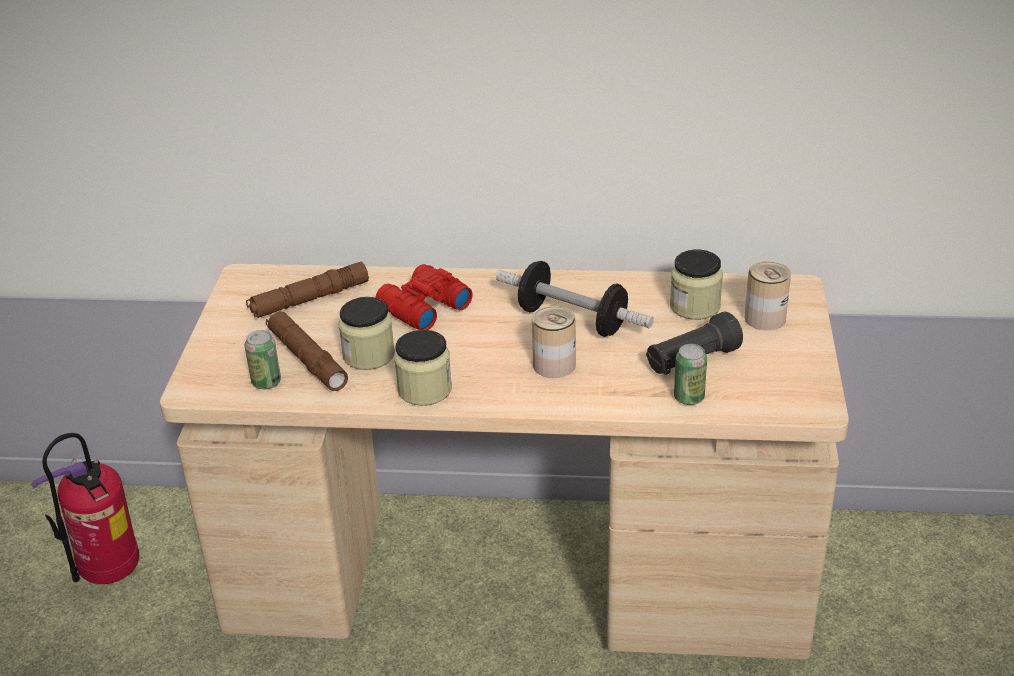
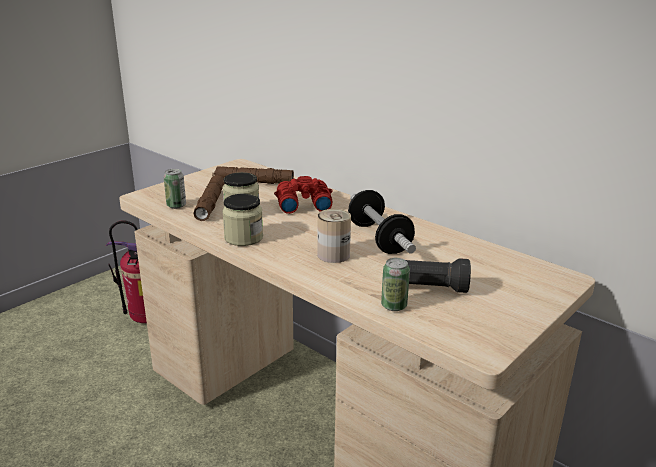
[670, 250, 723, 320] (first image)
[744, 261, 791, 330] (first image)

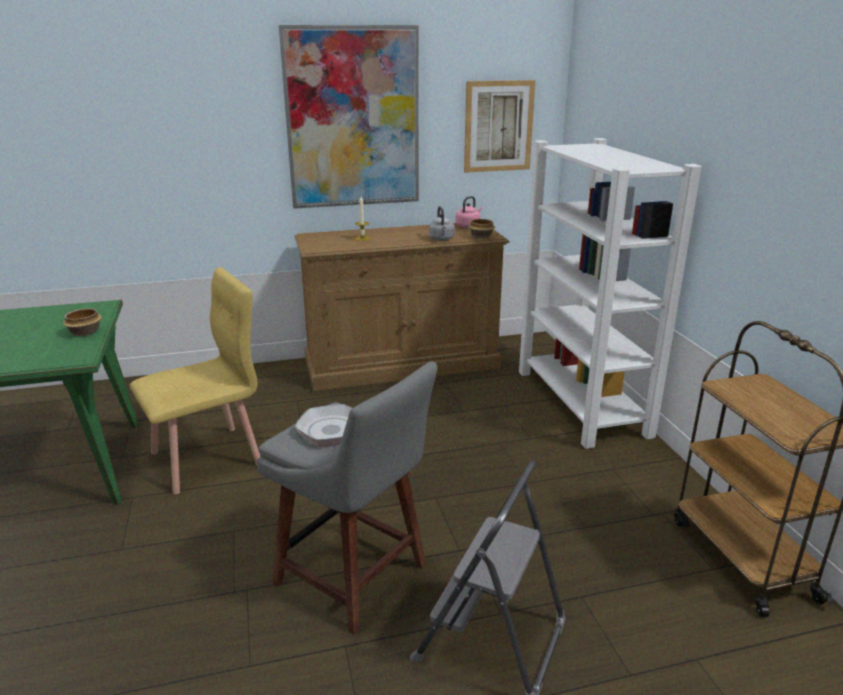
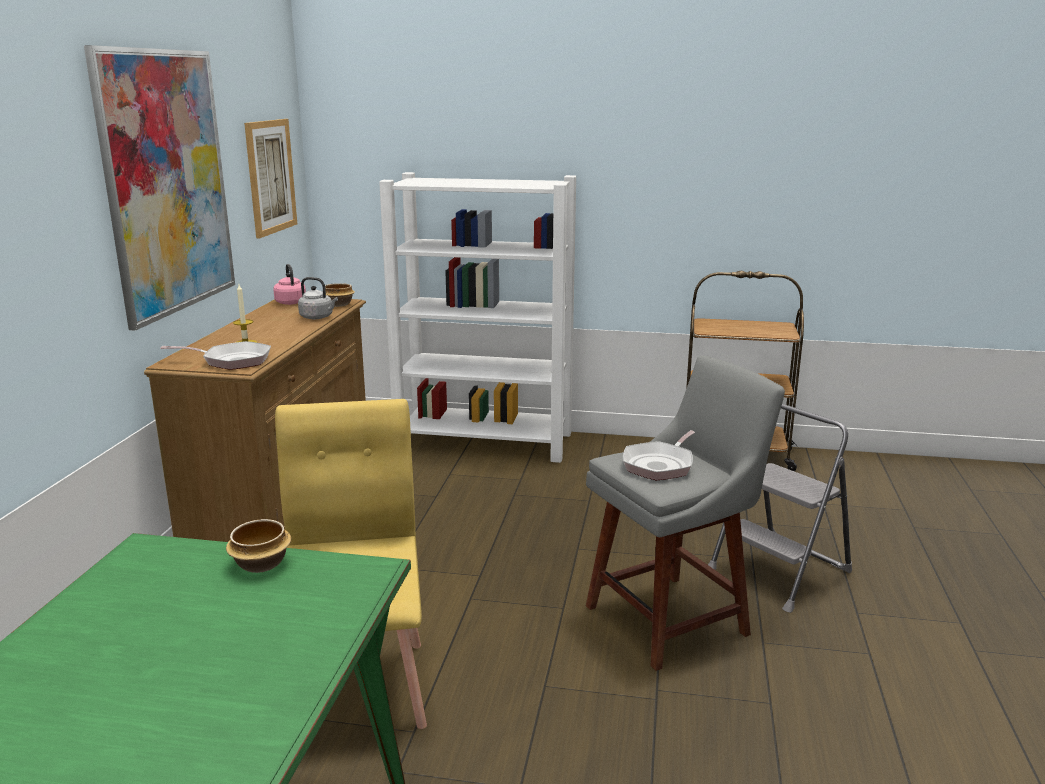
[160, 341, 271, 370]

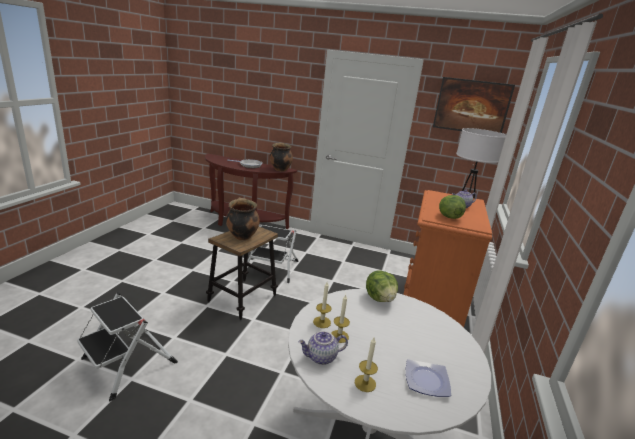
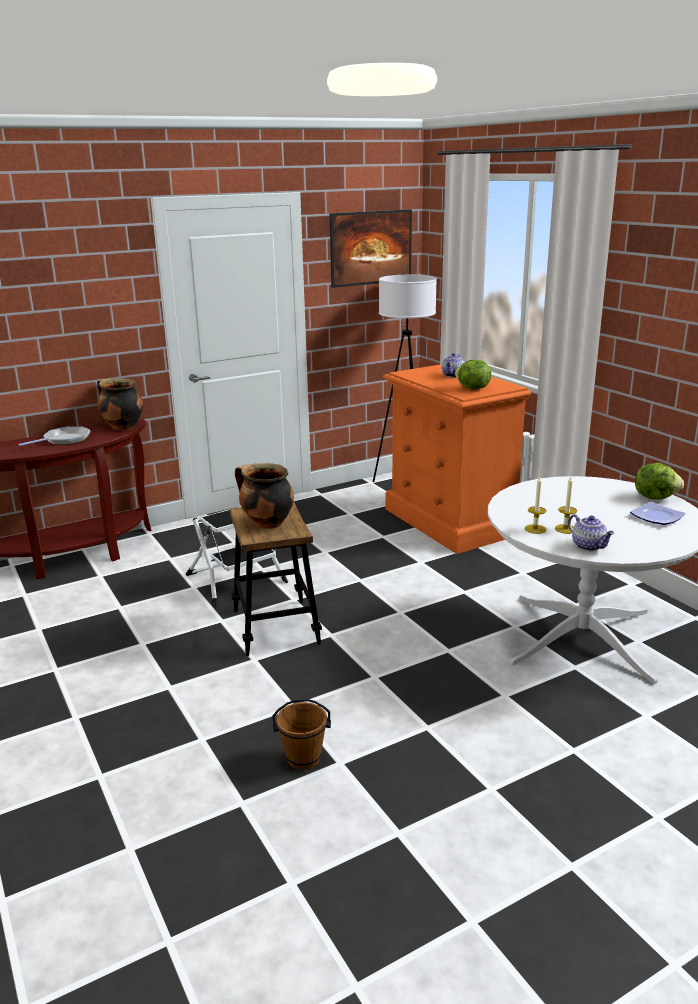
[272, 699, 331, 770]
[568, 514, 614, 551]
[355, 338, 378, 392] (first image)
[635, 463, 684, 500]

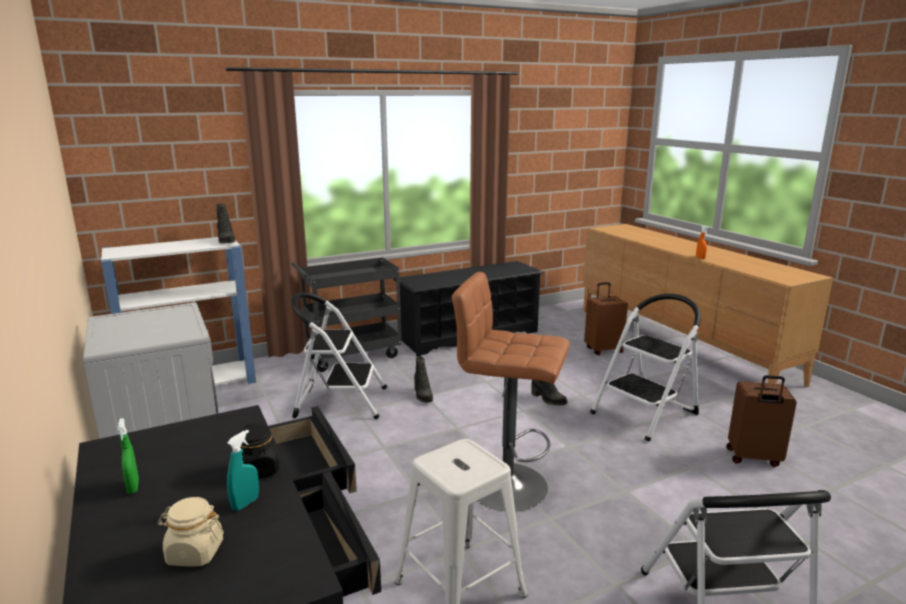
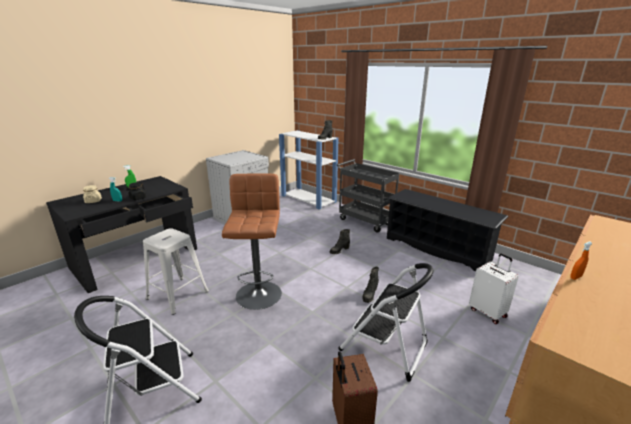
[291, 292, 387, 419] (first image)
[469, 254, 518, 324]

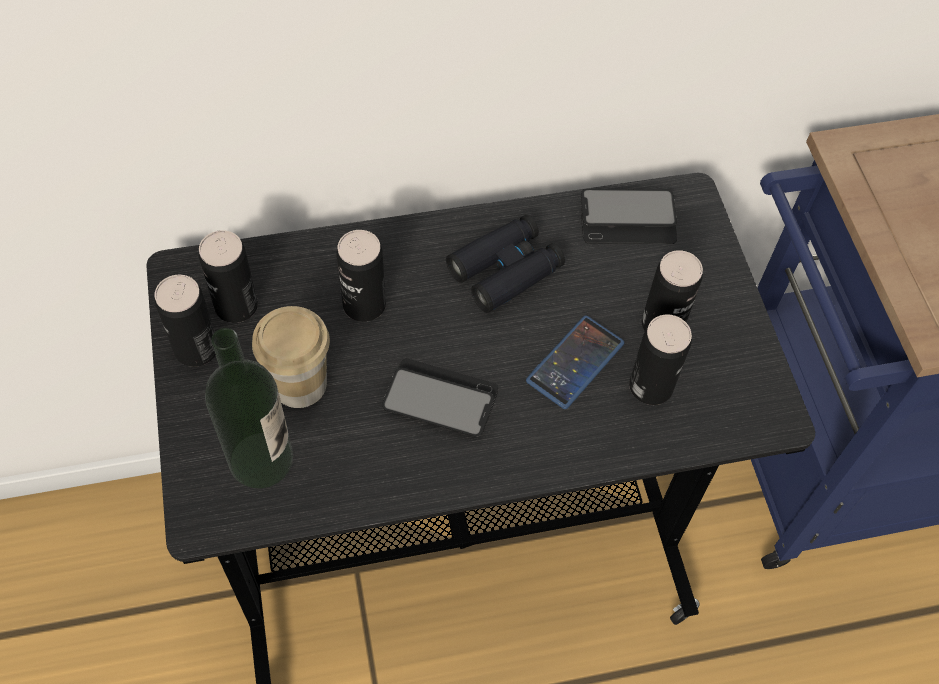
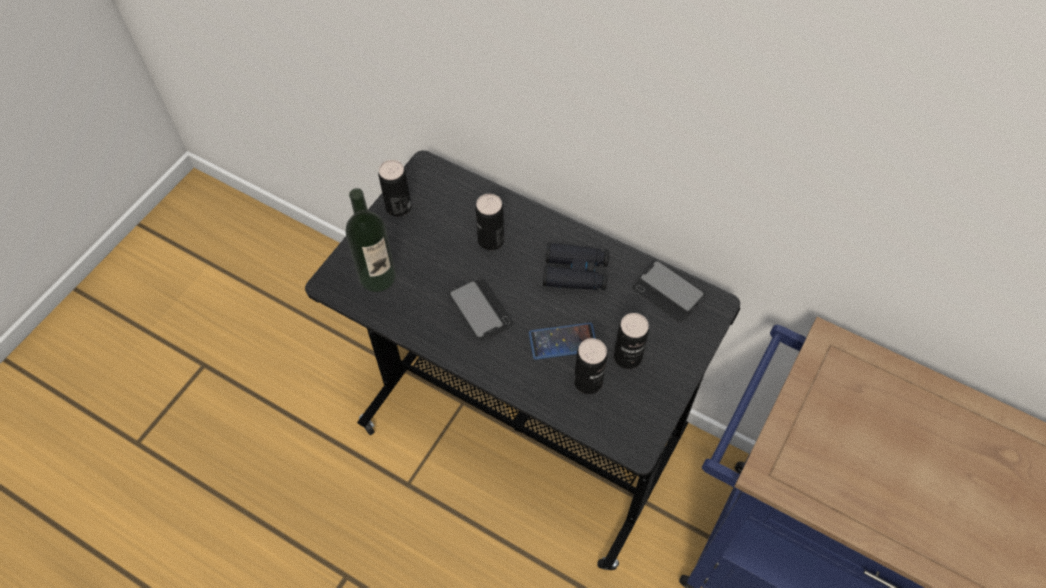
[199, 230, 258, 323] (first image)
[252, 306, 330, 408] (first image)

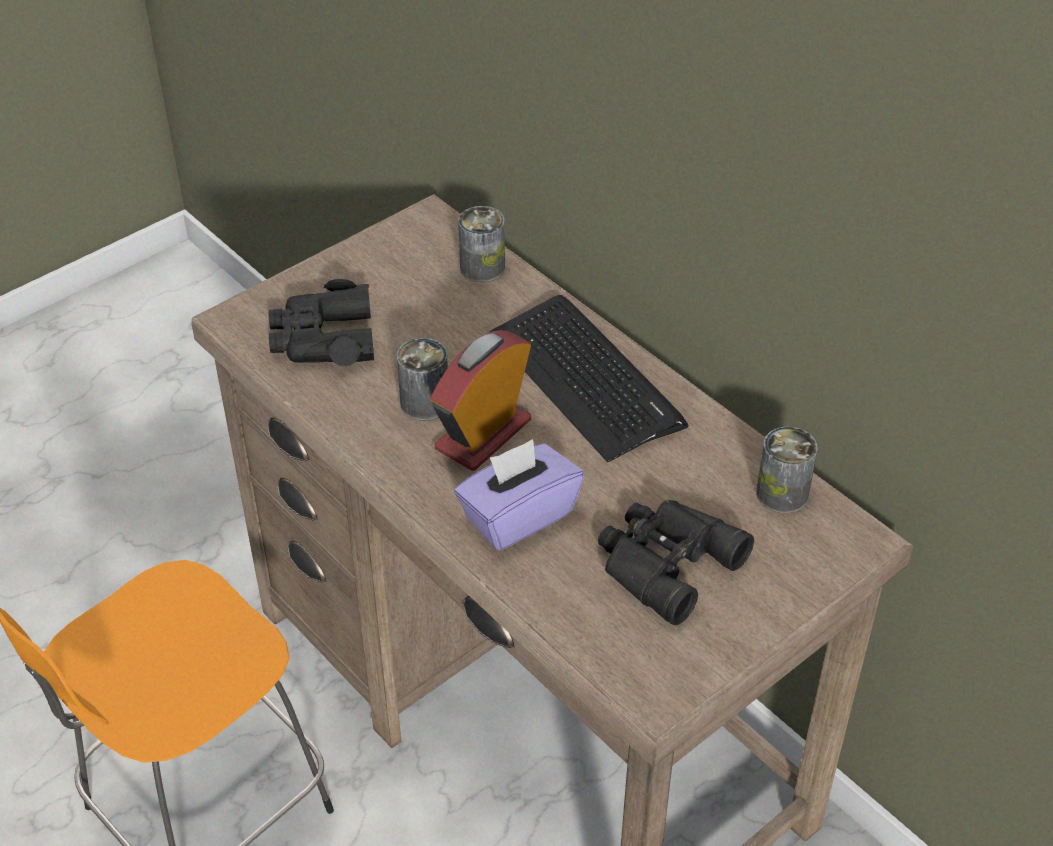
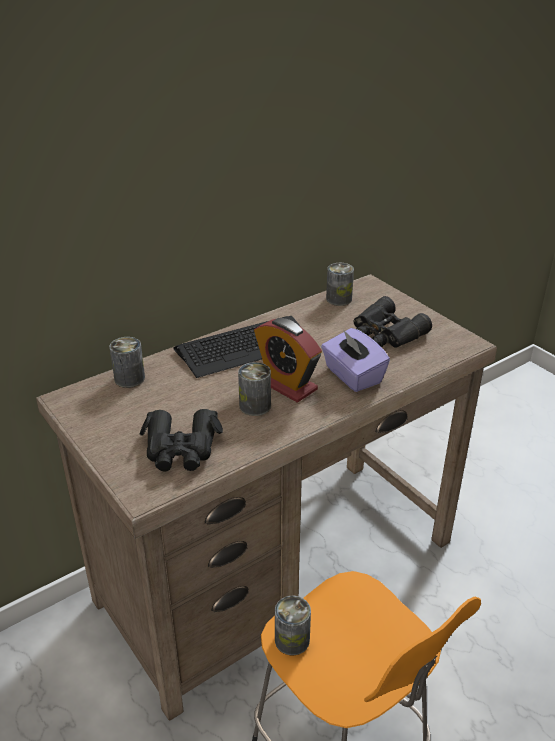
[275, 596, 311, 655]

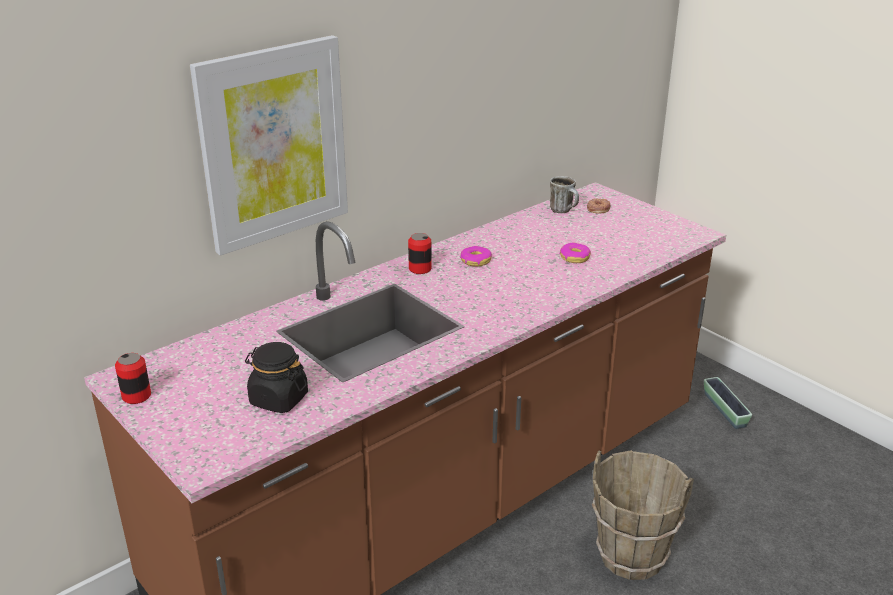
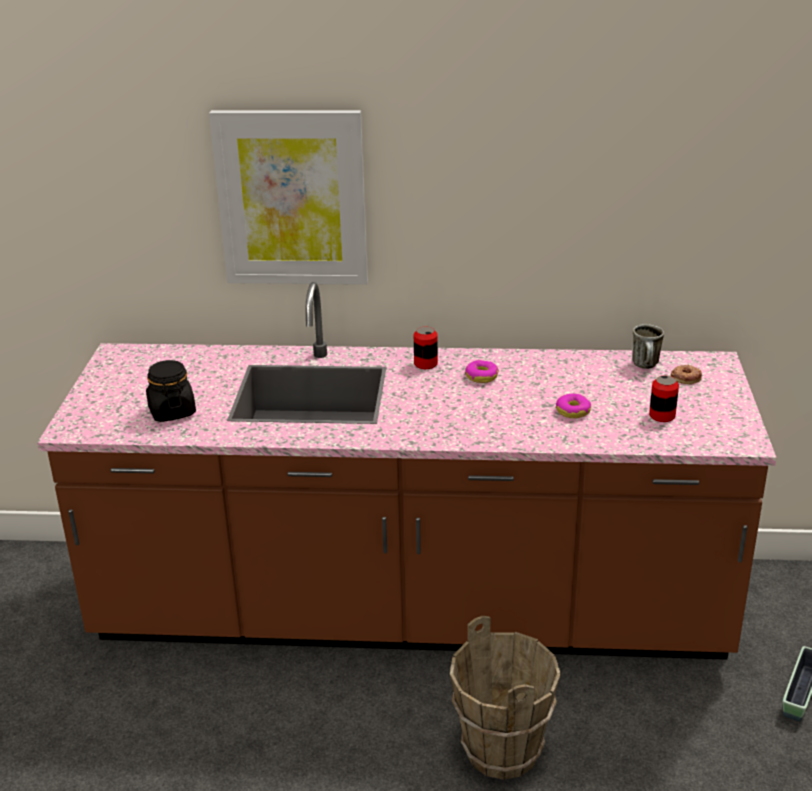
[649, 375, 679, 422]

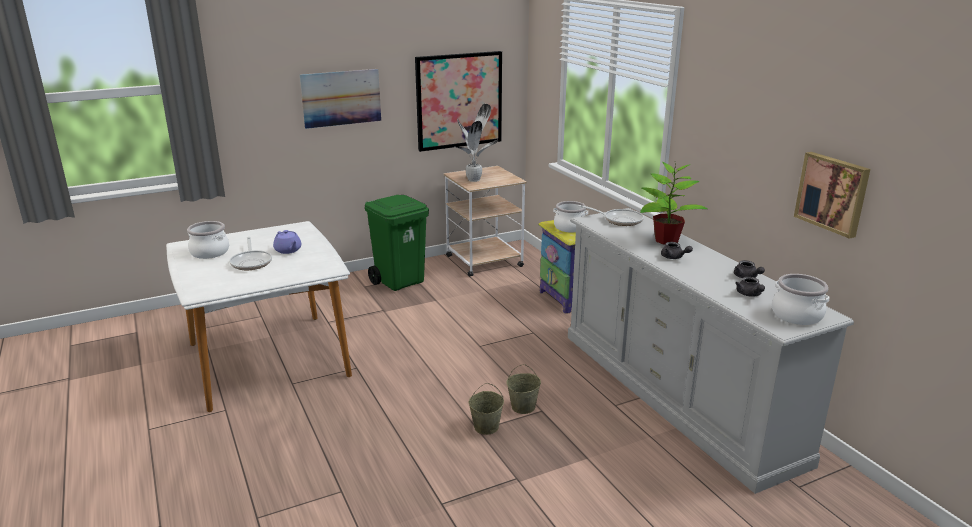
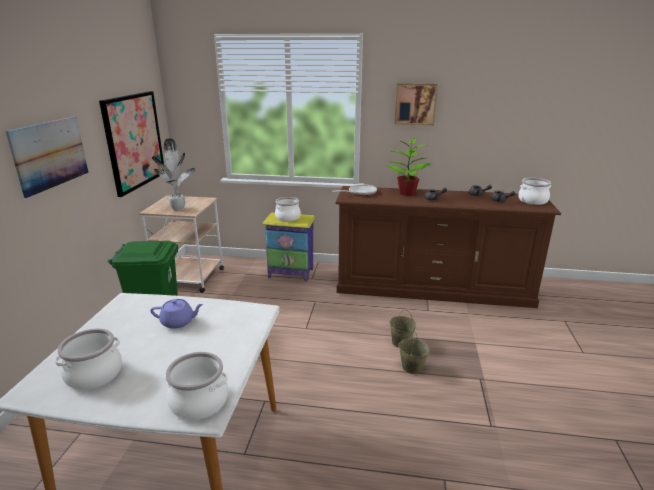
[229, 237, 272, 270] (first image)
[335, 186, 561, 308]
[395, 83, 438, 125]
[164, 352, 228, 420]

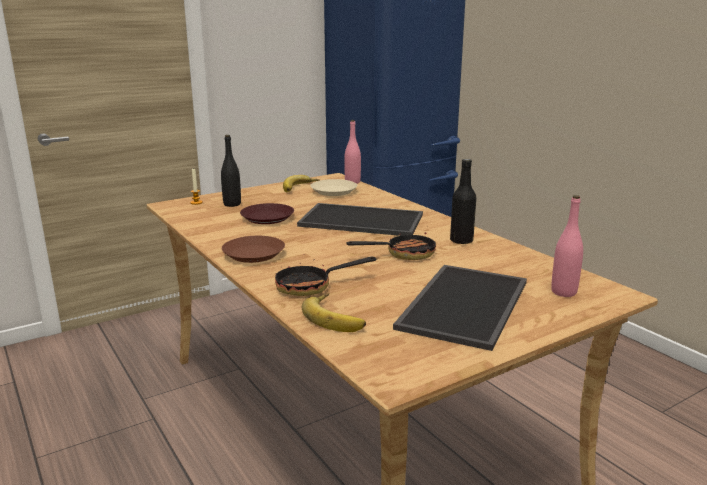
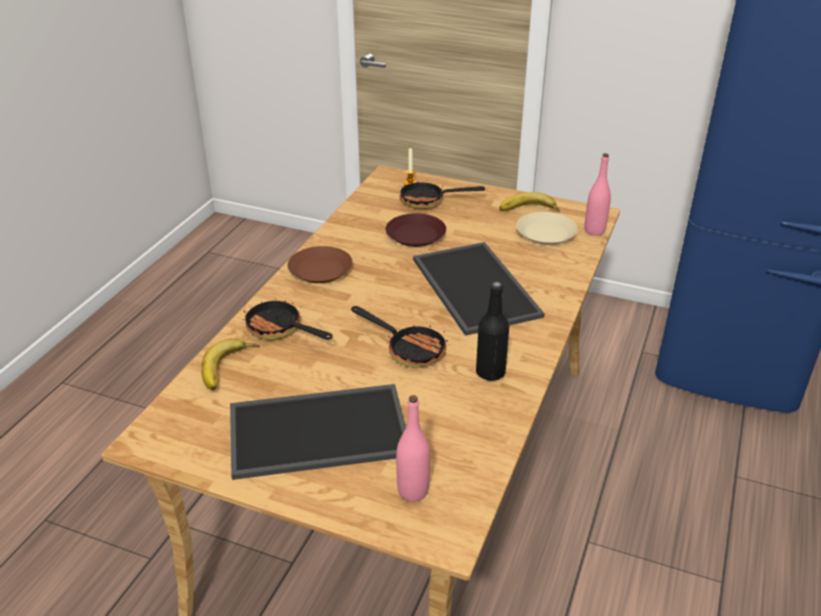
[400, 180, 485, 209]

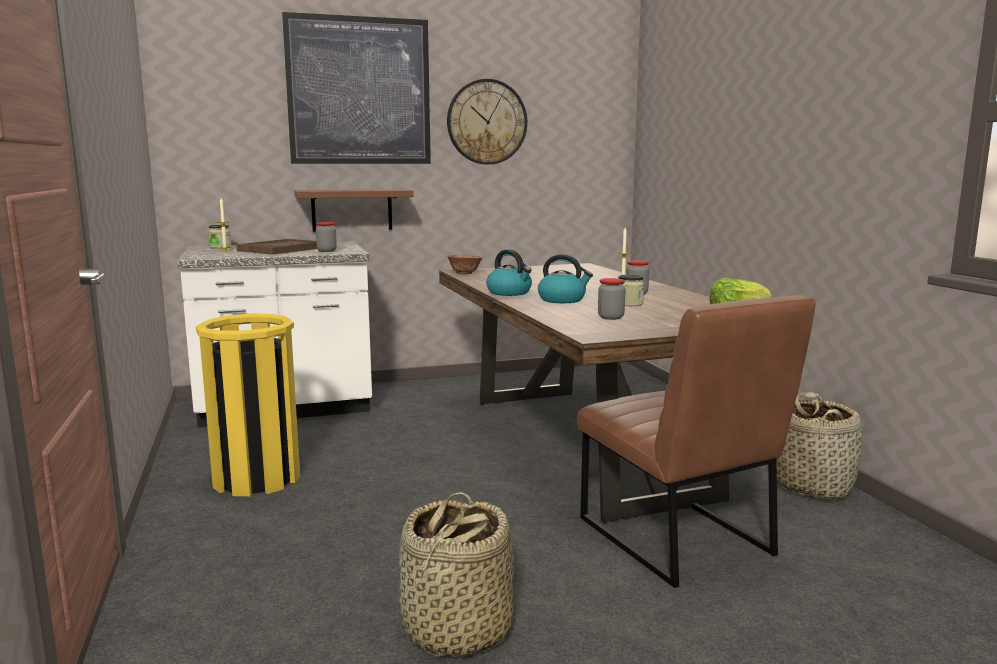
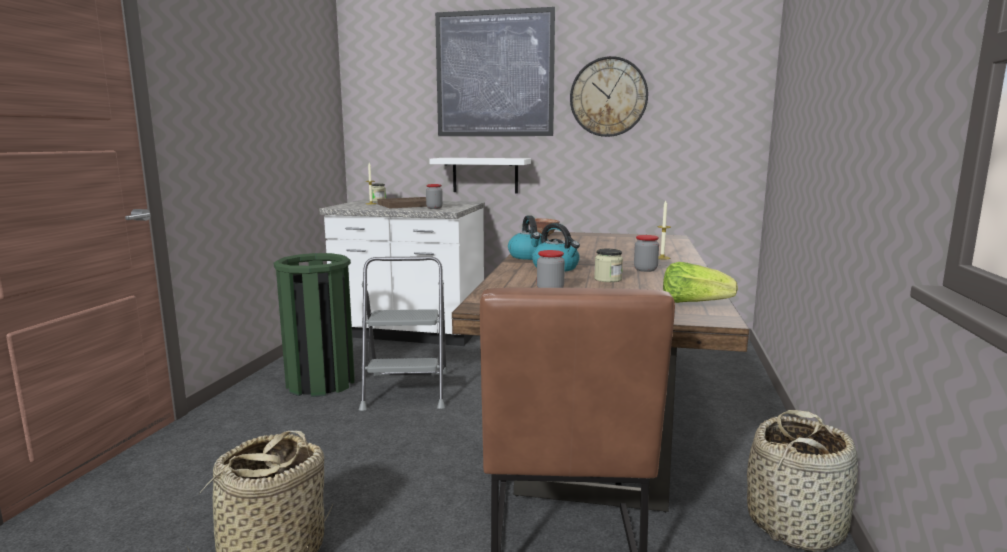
[274, 253, 355, 397]
[429, 158, 531, 193]
[359, 256, 447, 411]

